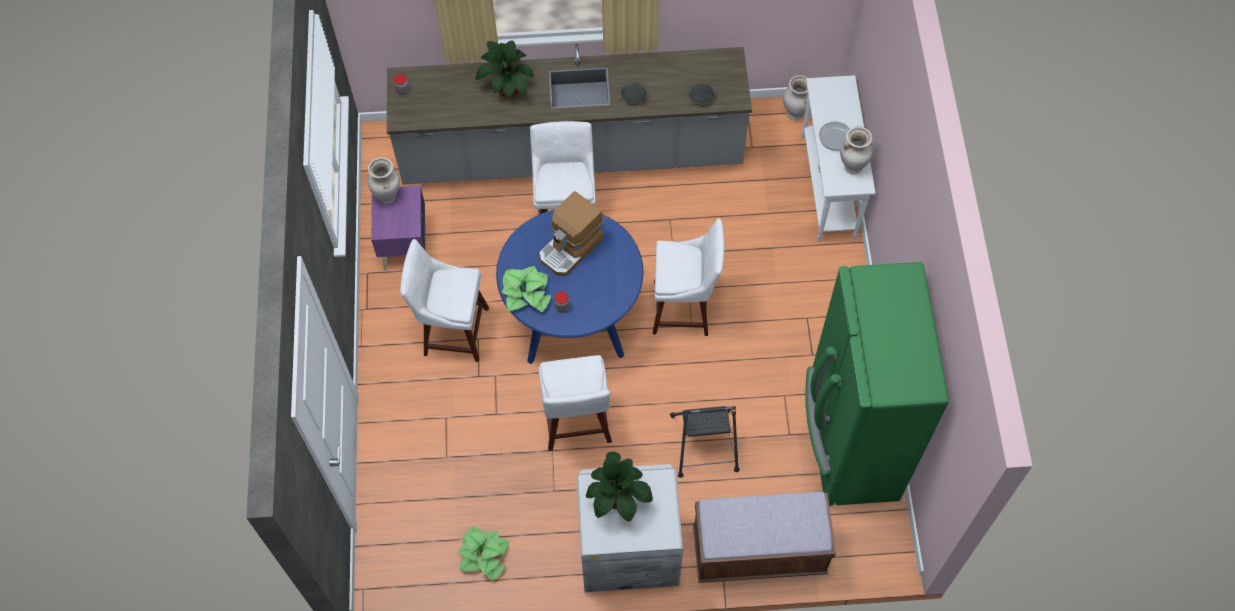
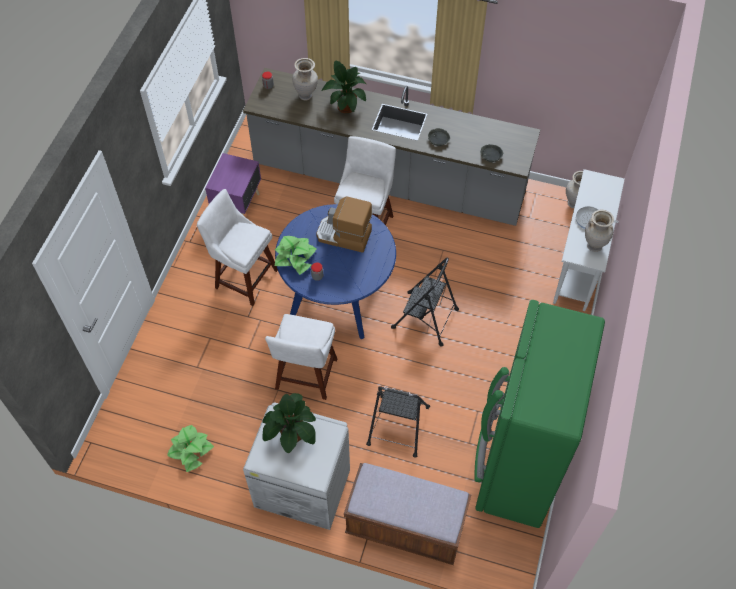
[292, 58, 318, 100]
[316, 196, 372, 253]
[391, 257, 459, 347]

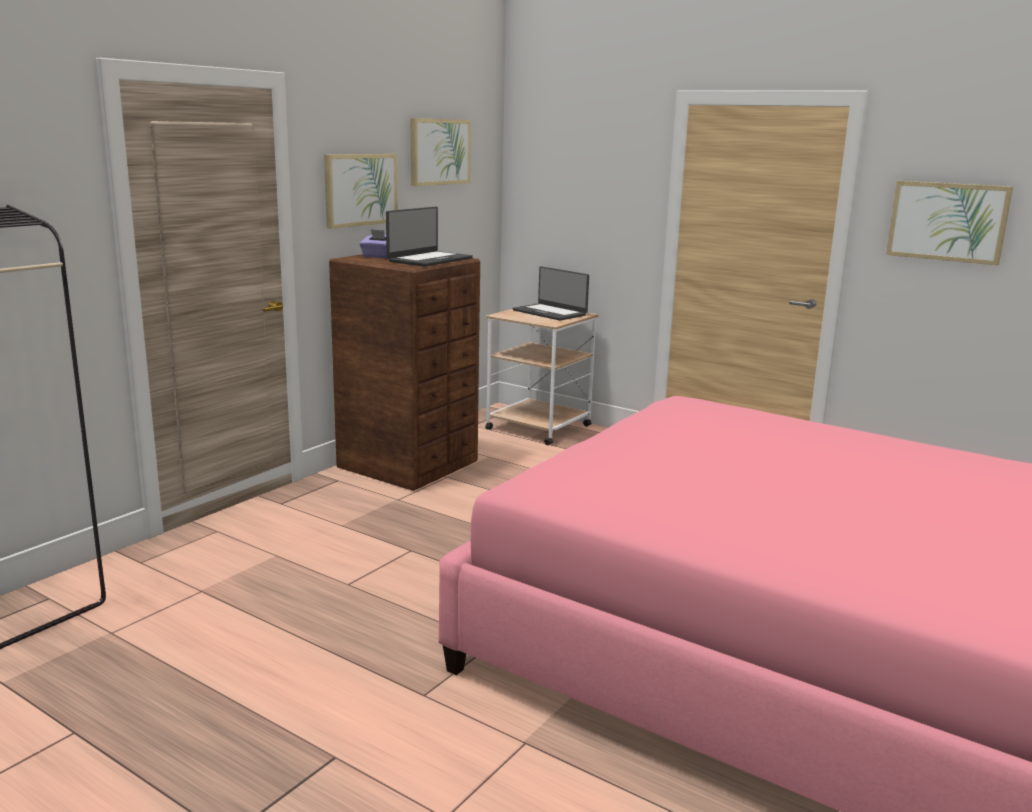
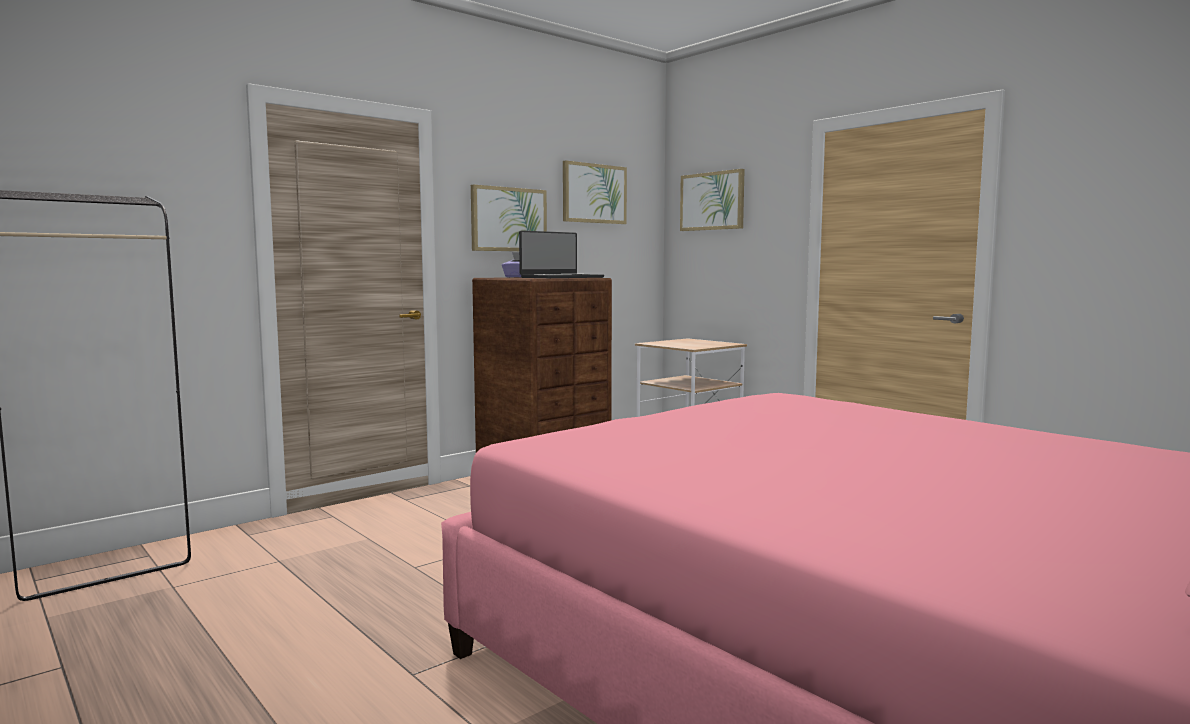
[512, 266, 589, 321] (first image)
[680, 169, 745, 231]

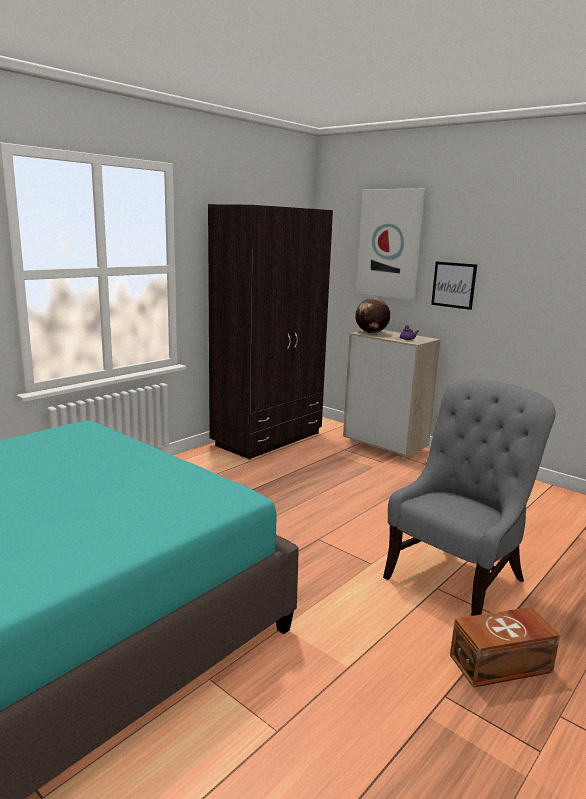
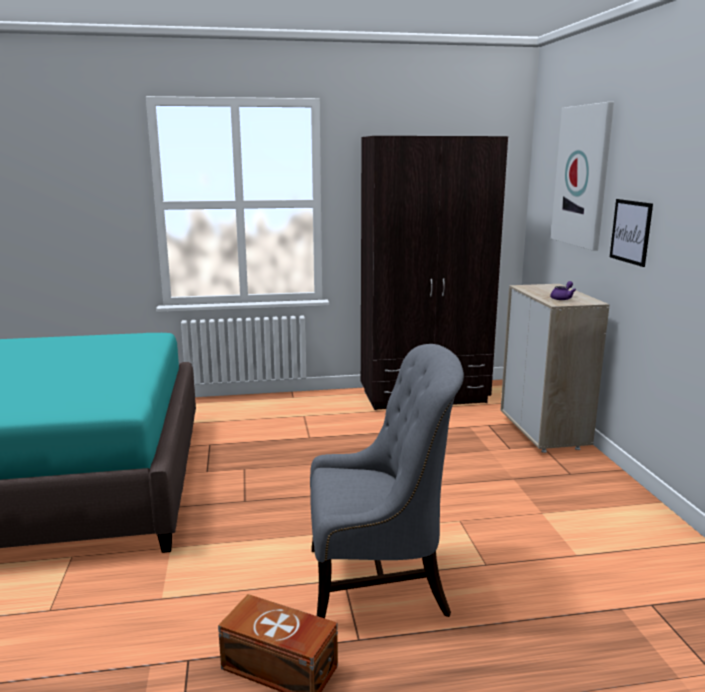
[355, 298, 390, 333] (first image)

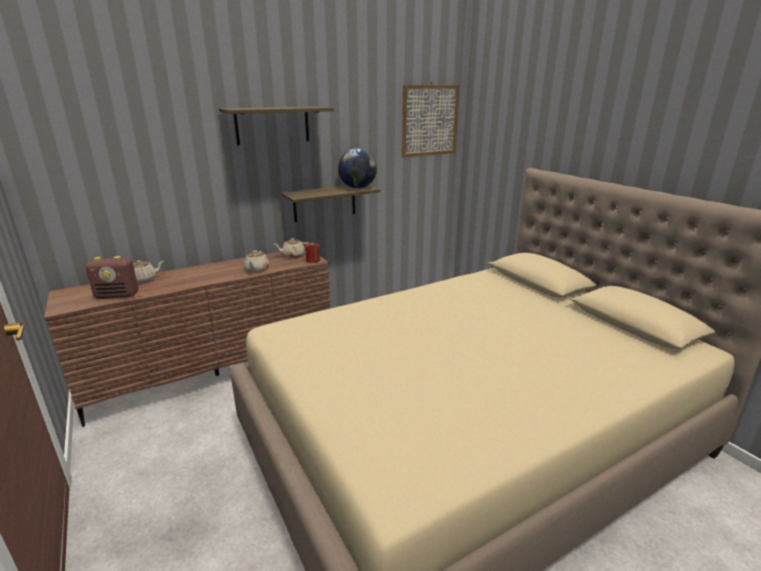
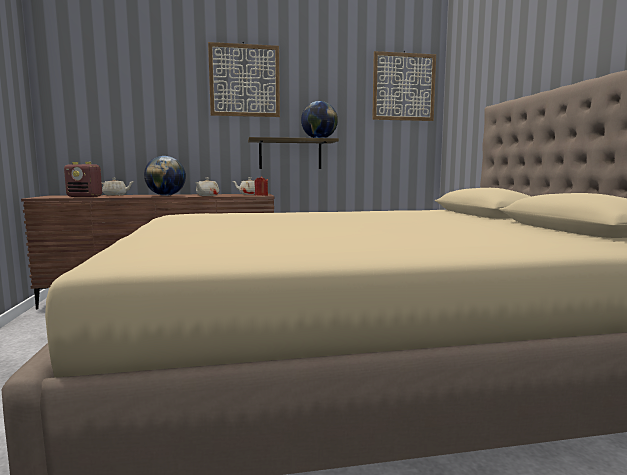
[208, 42, 280, 117]
[144, 156, 186, 196]

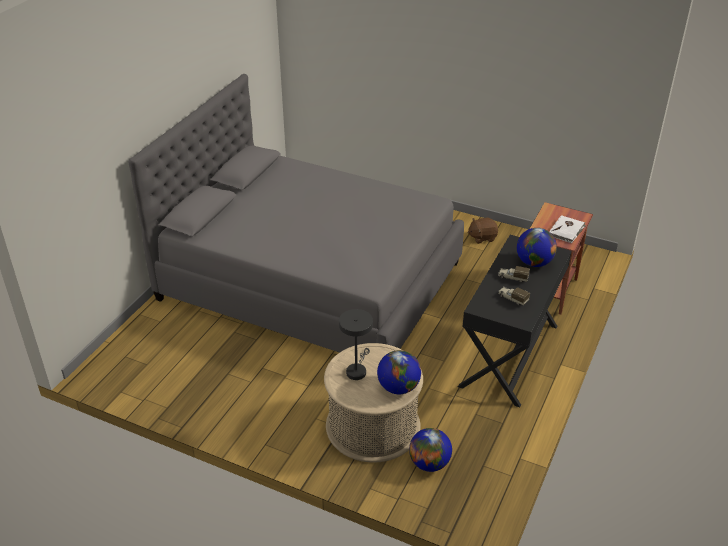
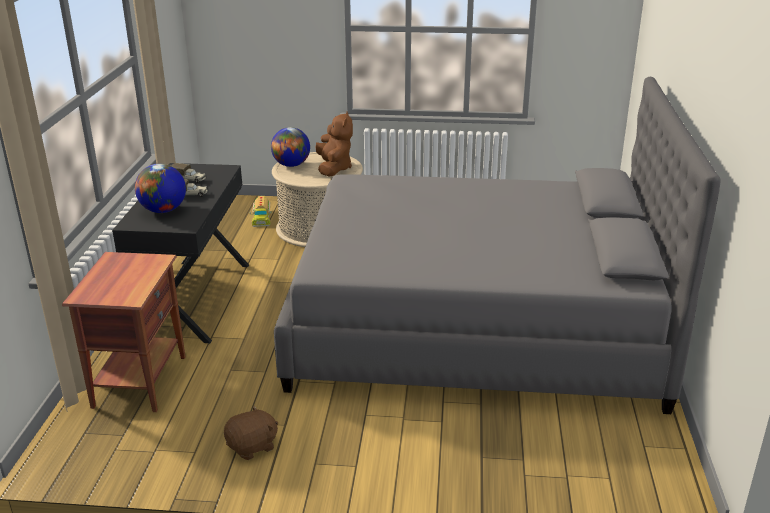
[316, 112, 353, 177]
[250, 196, 271, 227]
[549, 215, 586, 243] (first image)

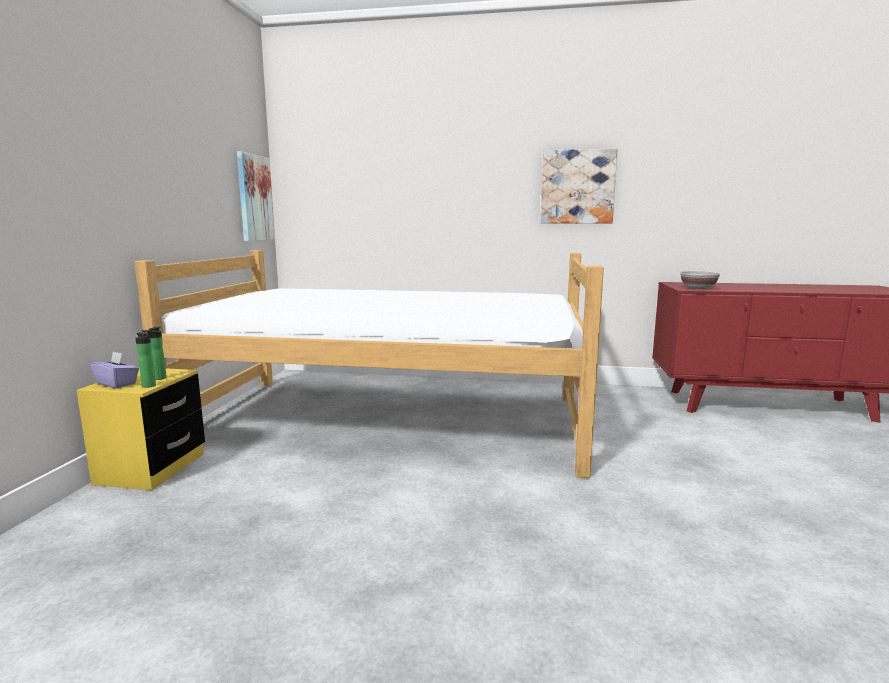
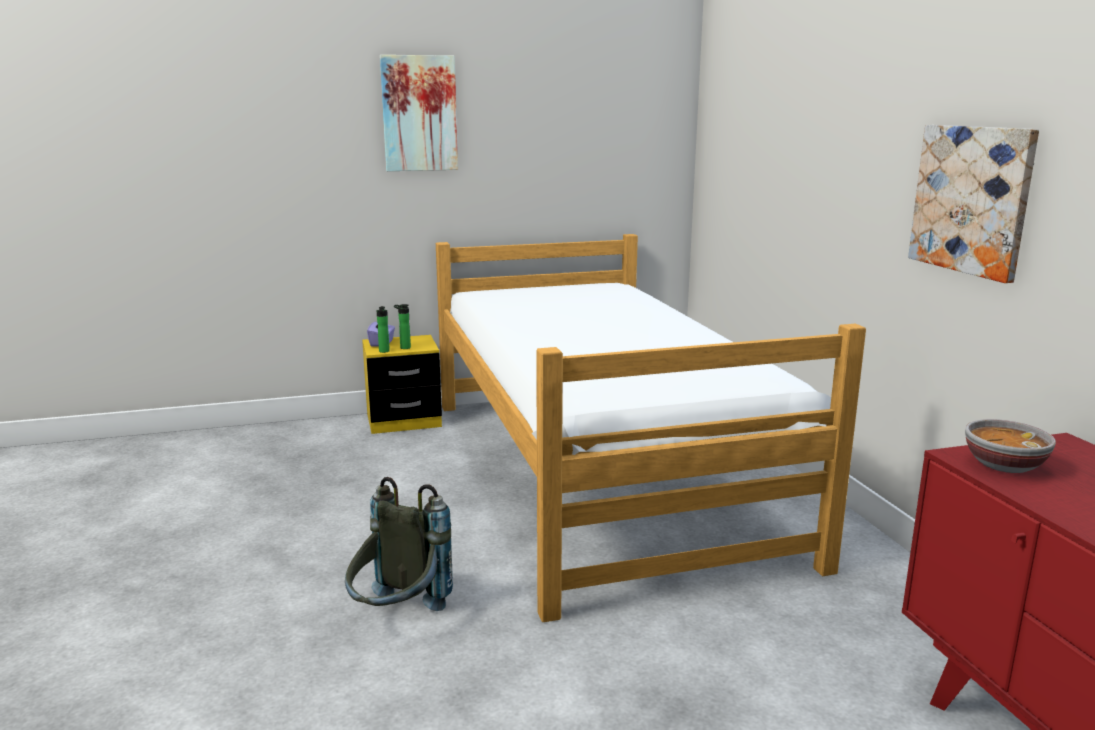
[380, 55, 458, 171]
[345, 477, 453, 611]

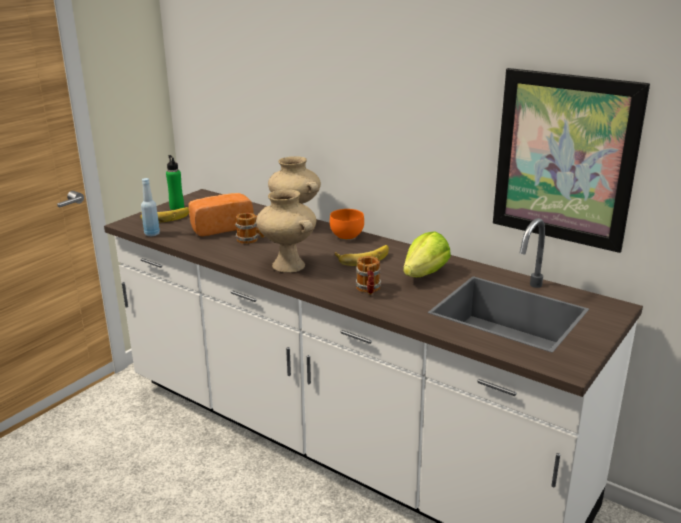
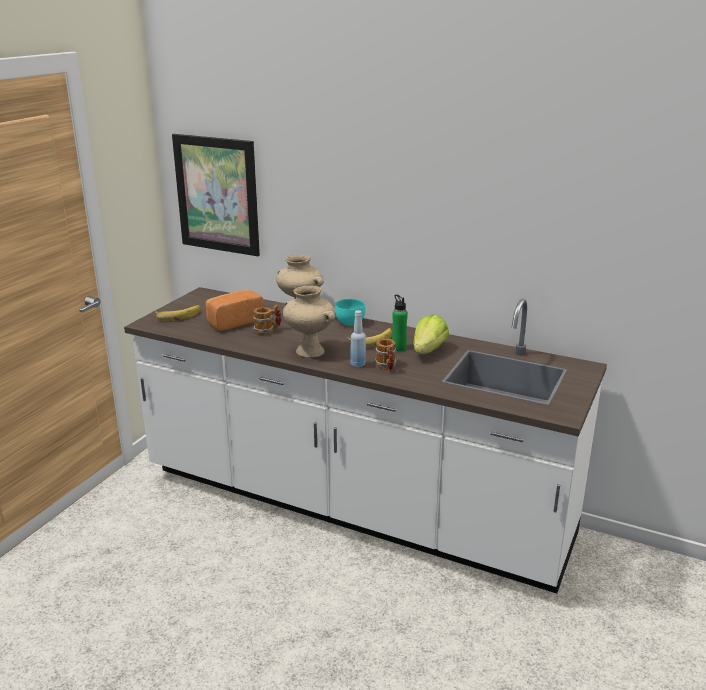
[350, 310, 366, 367]
[392, 295, 408, 351]
[335, 299, 365, 326]
[172, 134, 260, 256]

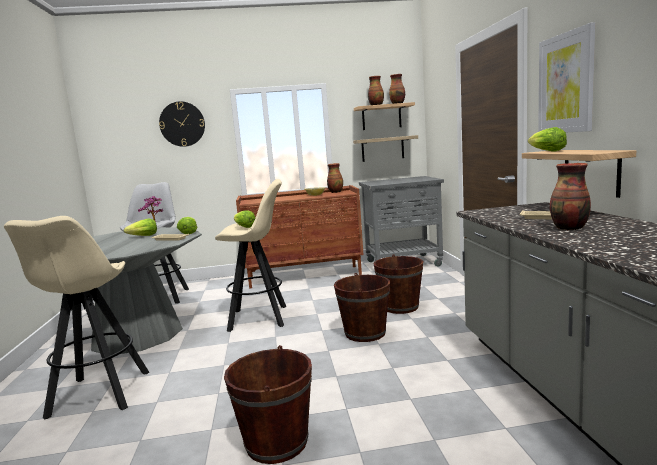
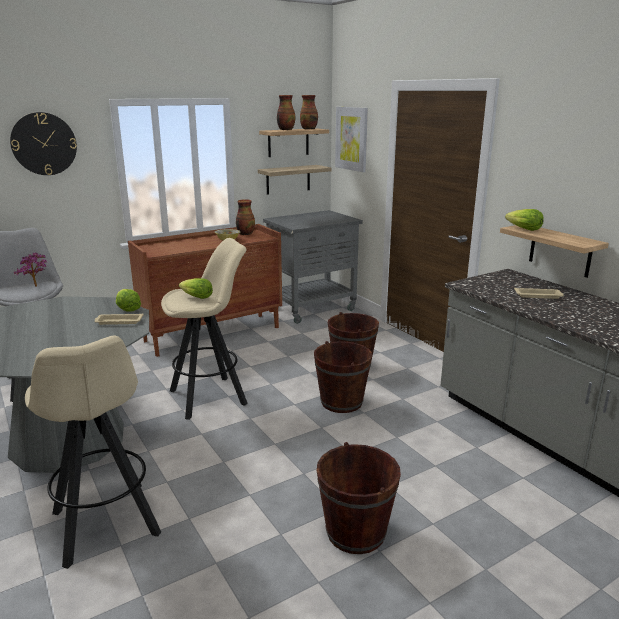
[124, 219, 157, 236] (first image)
[335, 107, 368, 172]
[550, 163, 591, 230] (first image)

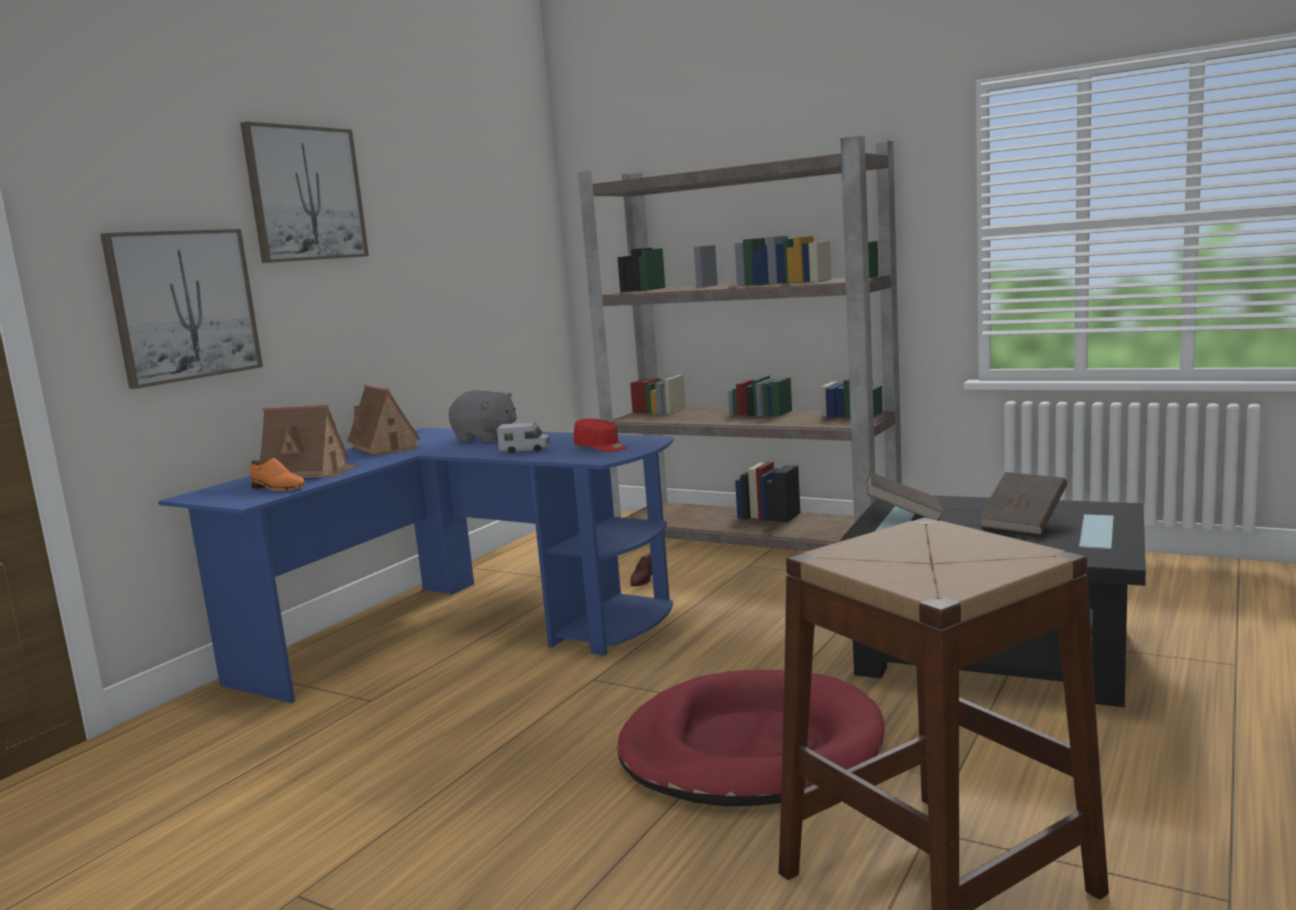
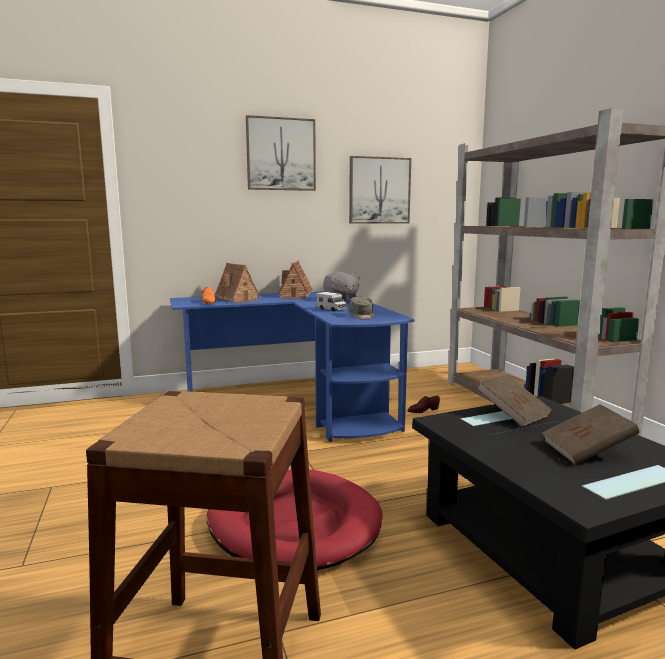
[349, 156, 411, 224]
[349, 297, 374, 320]

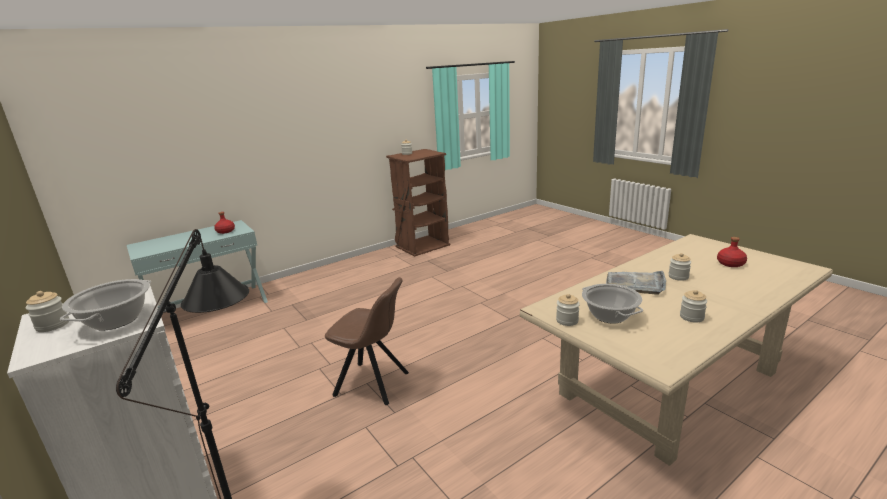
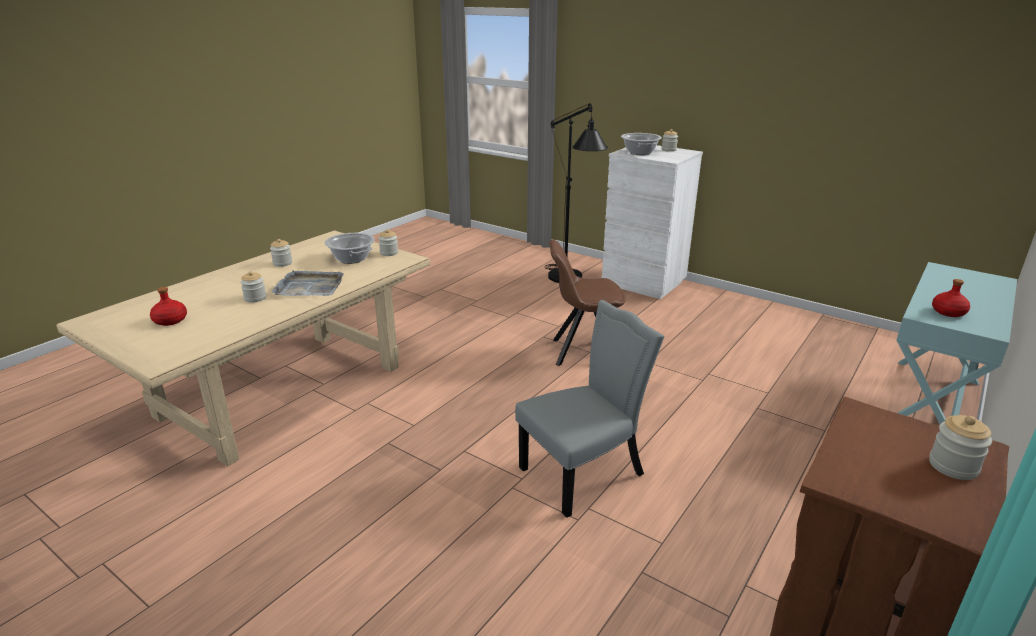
[515, 300, 664, 518]

